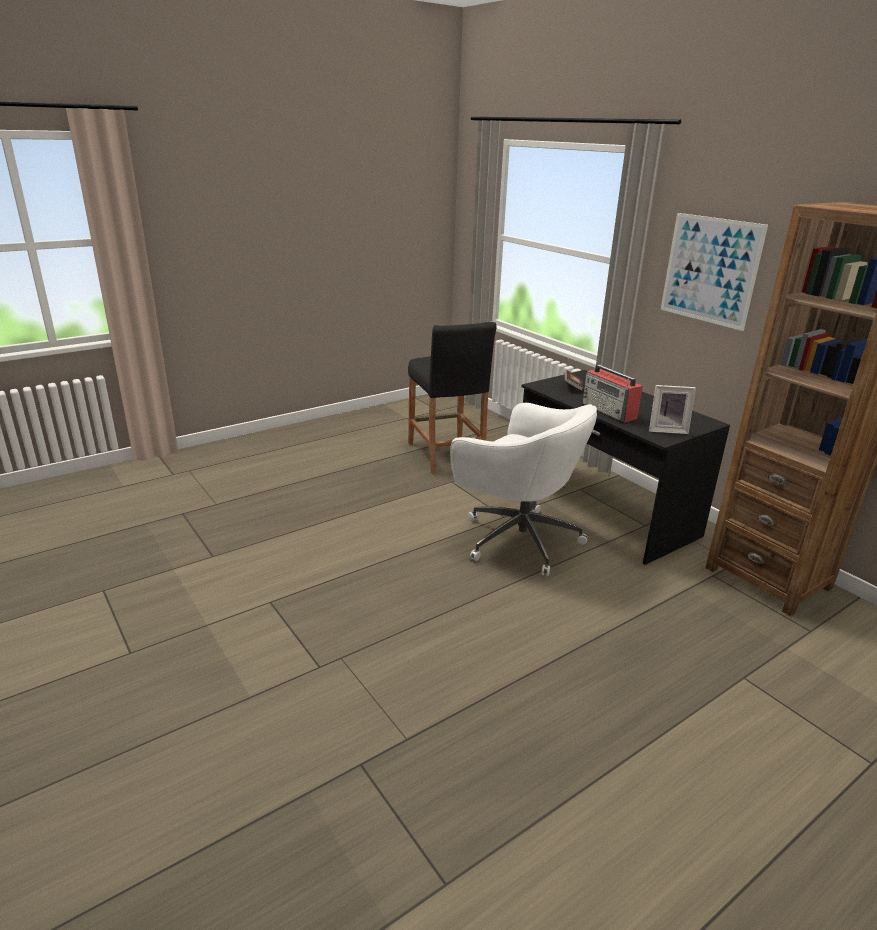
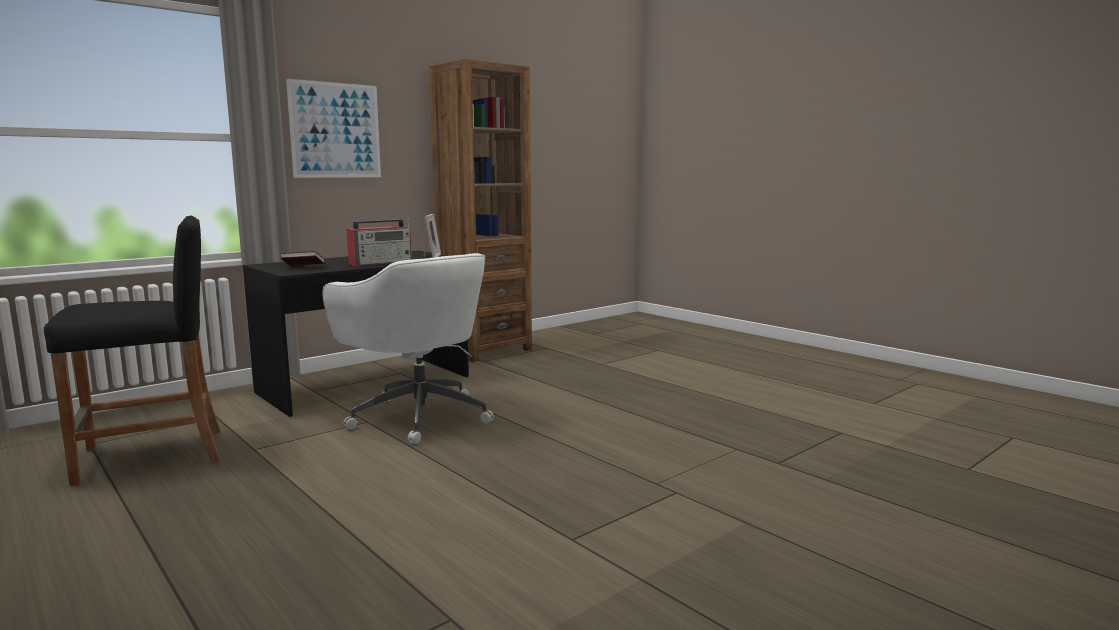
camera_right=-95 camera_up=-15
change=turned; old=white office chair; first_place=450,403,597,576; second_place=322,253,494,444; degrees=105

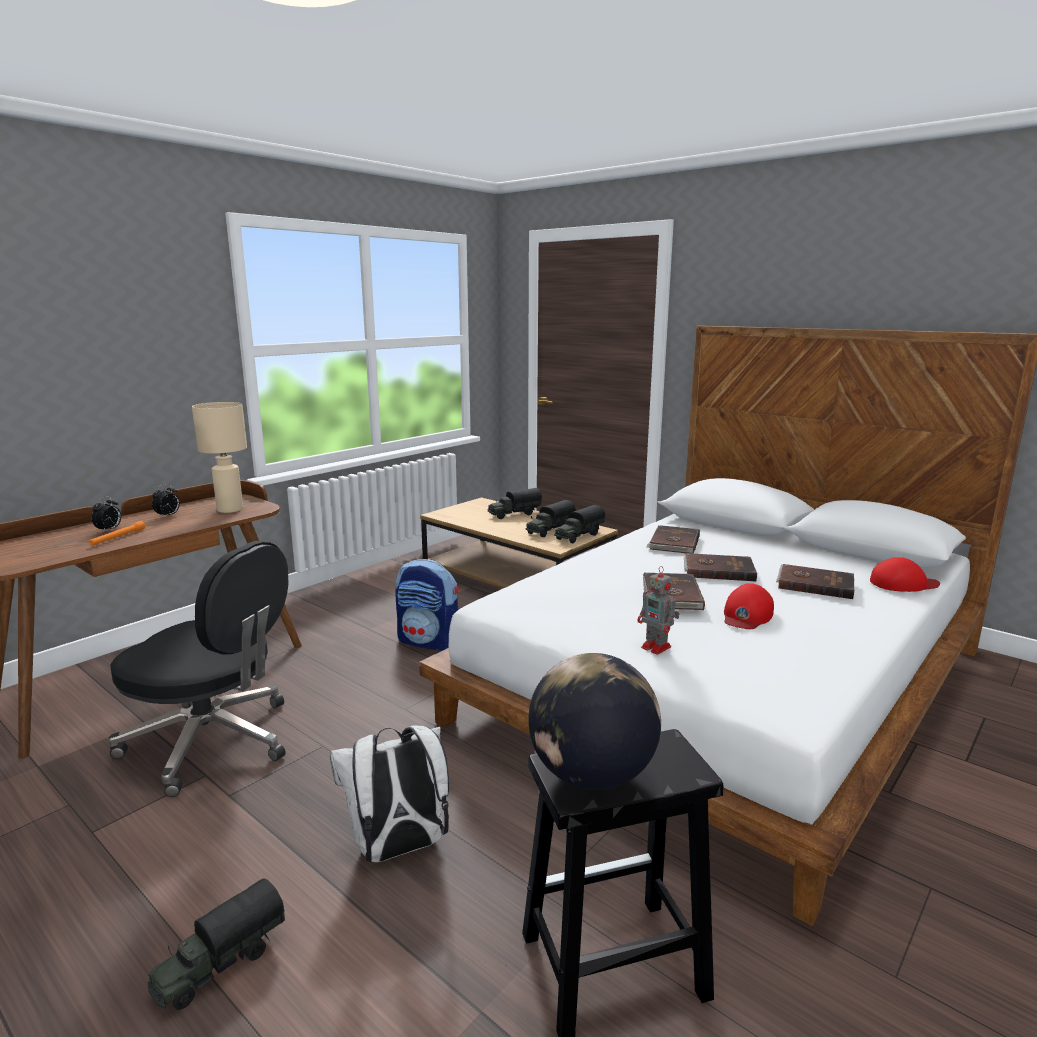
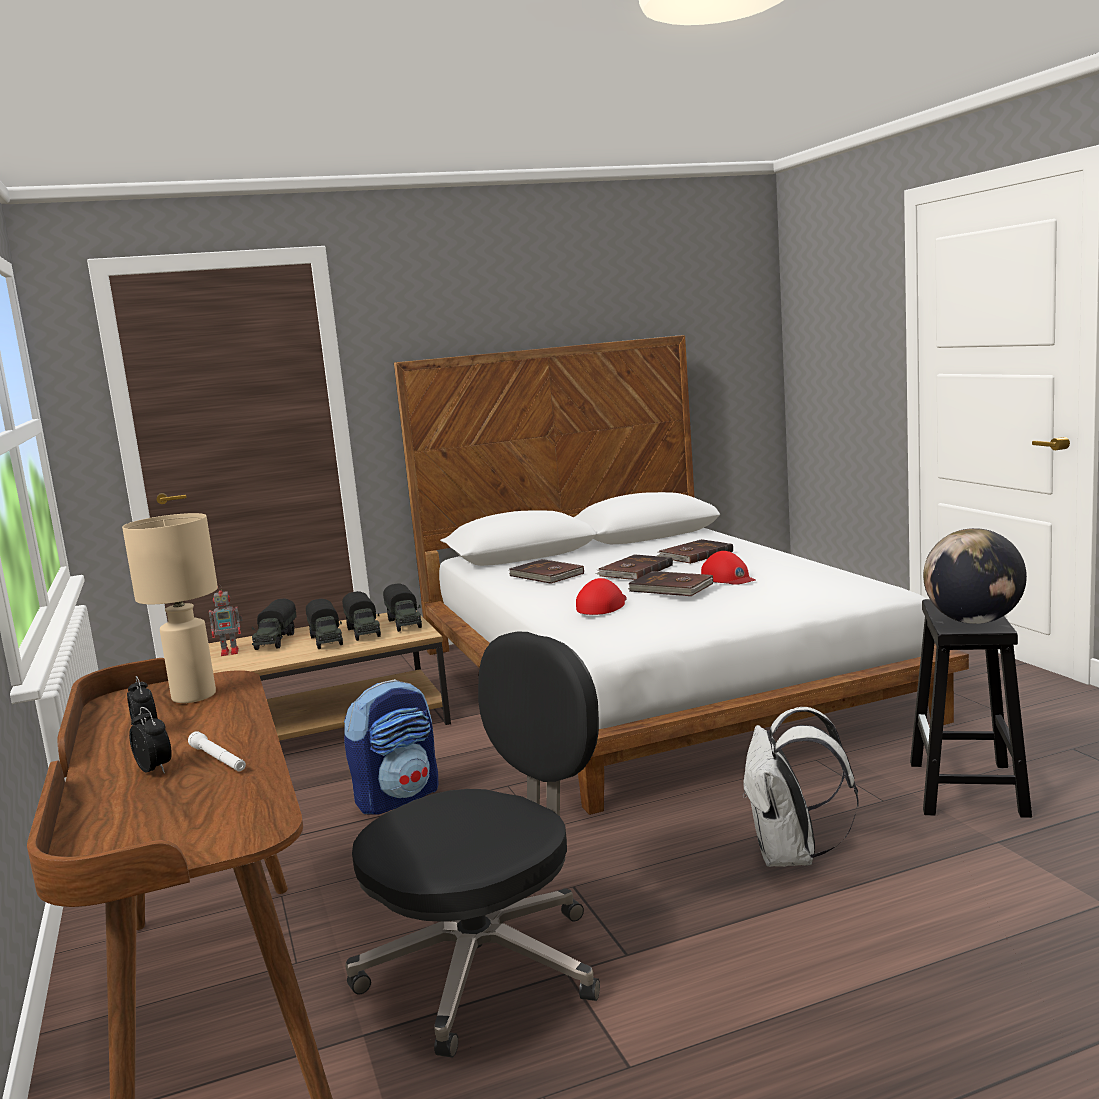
camera_right=-60 camera_up=-5
change=recoloured; old=orange flashlight; new=white flashlight; first_place=89,521,145,546; second_place=188,731,246,771
change=moved; old=toy robot; first_place=638,566,679,655; second_place=209,585,242,656
change=moved; old=toy truck; first_place=147,878,285,1010; second_place=306,599,343,649
change=moved; old=red cap; first_place=870,557,940,592; second_place=576,578,627,615

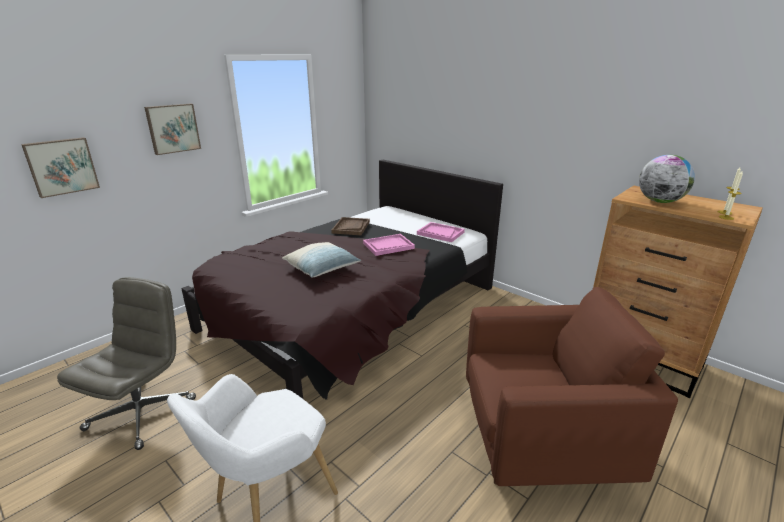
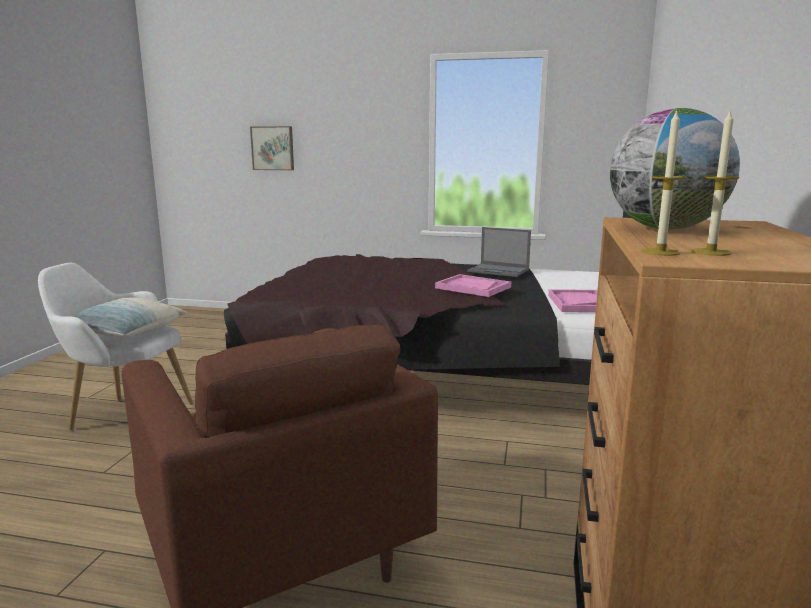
camera_right=60 camera_up=-10
change=moved; old=pillow; first_place=282,242,361,277; second_place=73,297,188,337
change=replaced; old=brown tray; new=laptop; first_place=331,217,370,235; second_place=467,227,531,277
change=removed; old=grey office chair; first_place=57,277,196,450
change=removed; old=picture; first_place=144,104,201,155

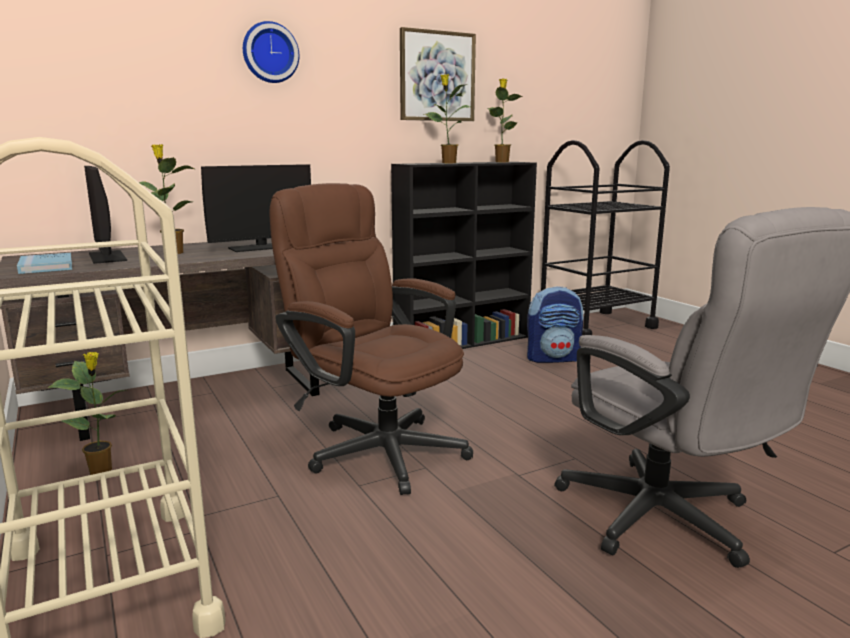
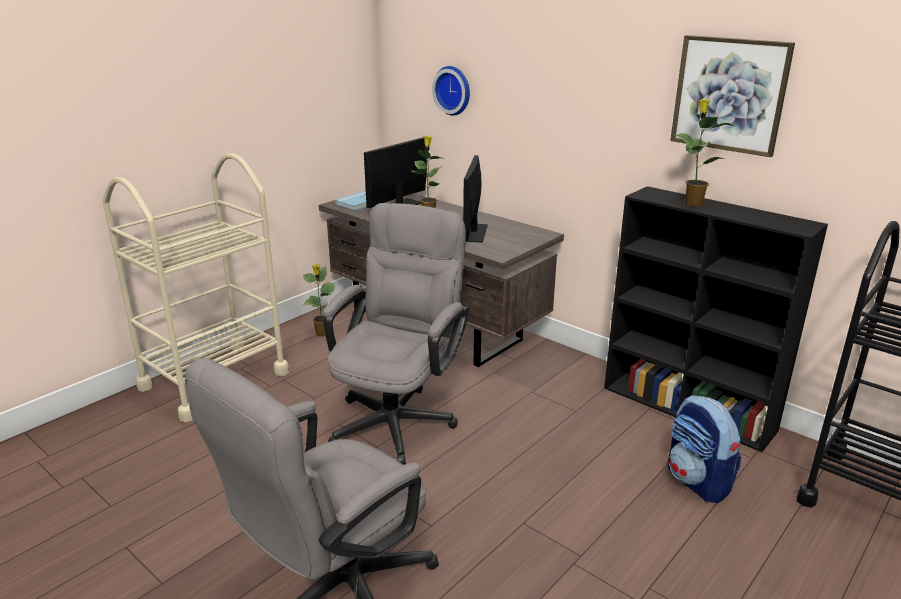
camera_right=70 camera_up=10
change=recoloured; old=brown office chair; new=grey office chair; first_place=269,183,473,495; second_place=323,203,469,464
change=moved; old=wall clock; first_place=243,21,299,83; second_place=432,66,470,116
change=turned; old=monitor; first_place=201,164,311,252; second_place=463,155,488,243; degrees=60
change=removed; old=potted plant; first_place=488,78,523,162

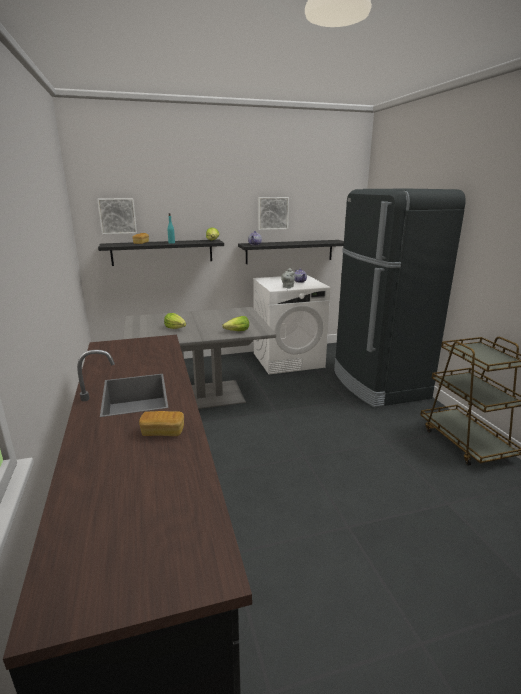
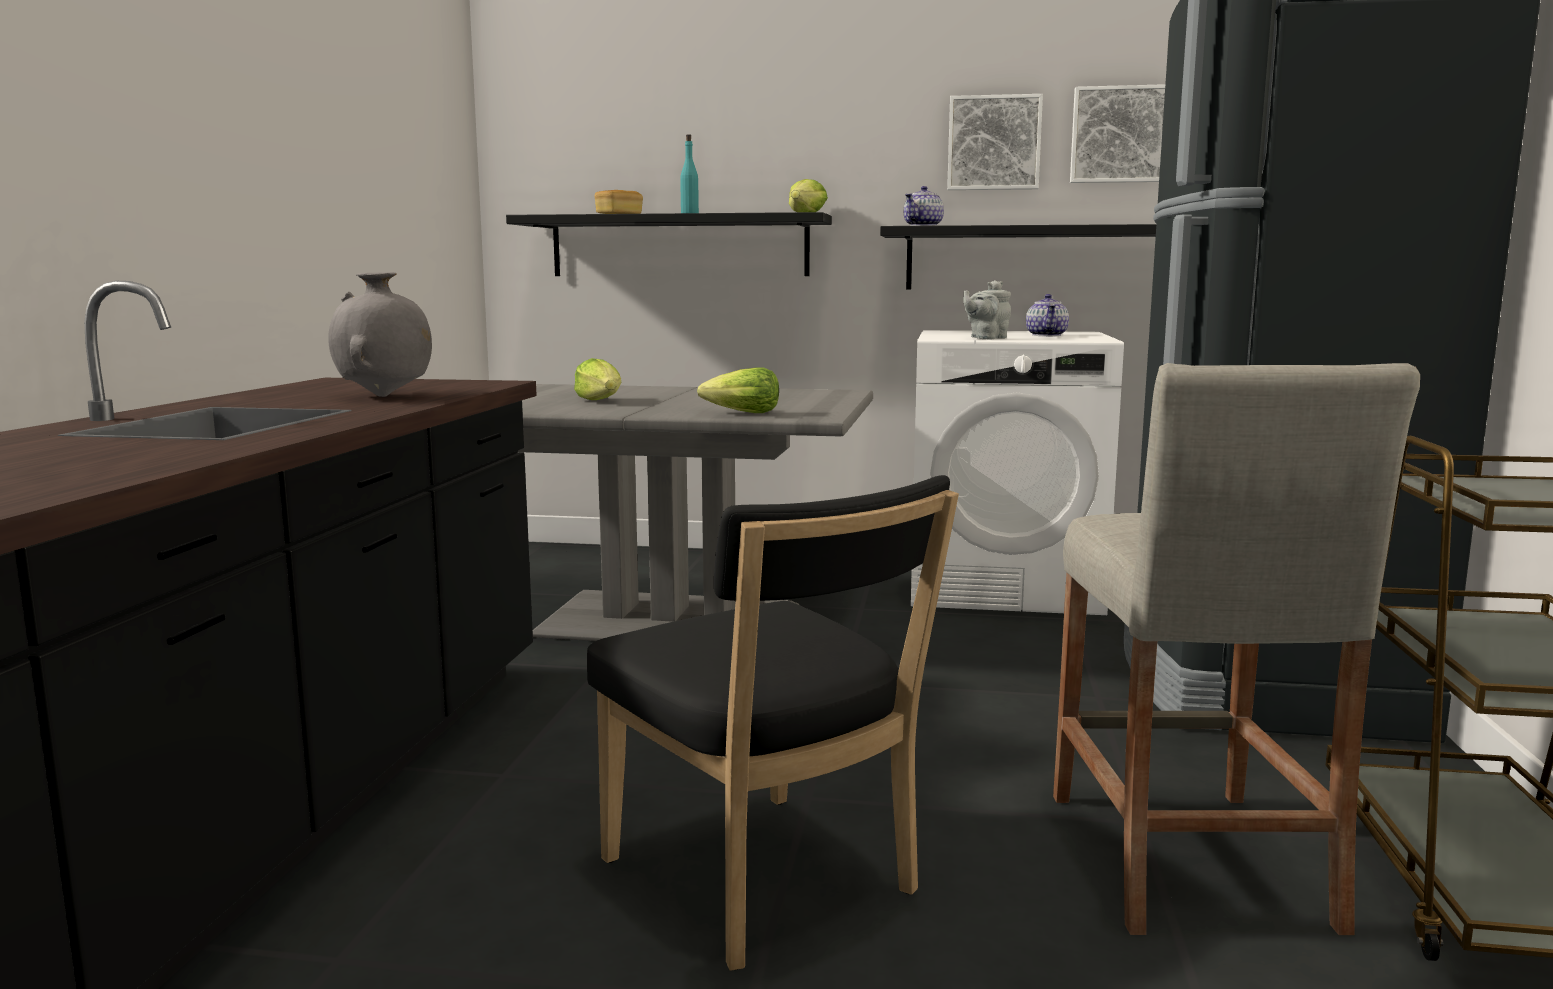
camera_right=25 camera_up=-10
change=added; new=grey vase; second_place=329,272,432,397
change=added; new=black chair; second_place=587,475,959,971
change=added; new=beige stool; second_place=1053,363,1420,935
change=moved; old=picture; first_place=97,198,137,234; second_place=1070,84,1165,183
change=removed; old=bread; first_place=139,411,184,436

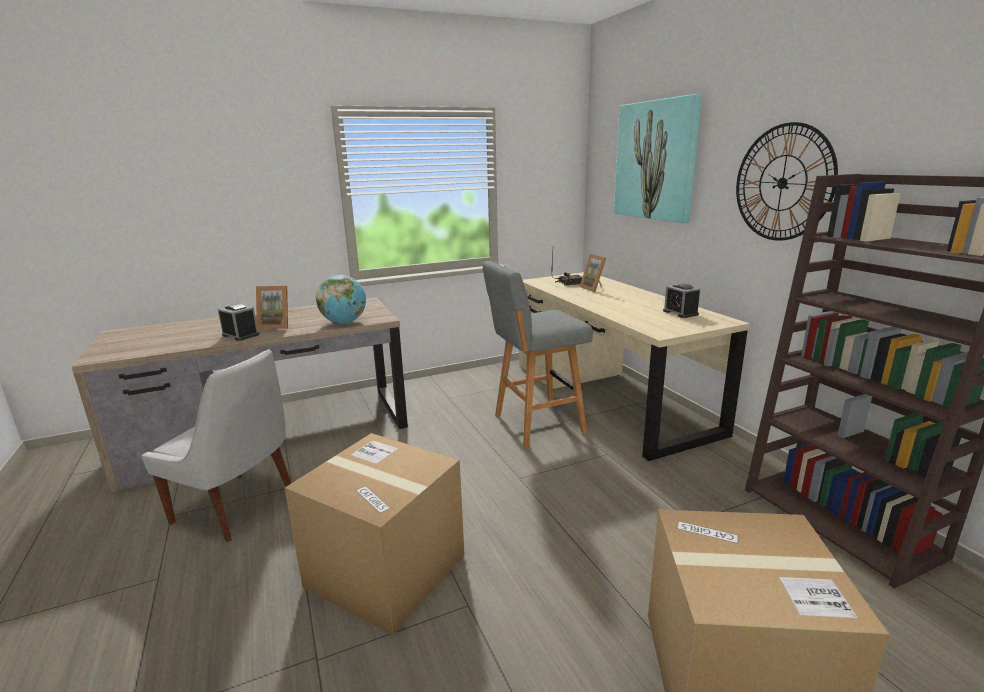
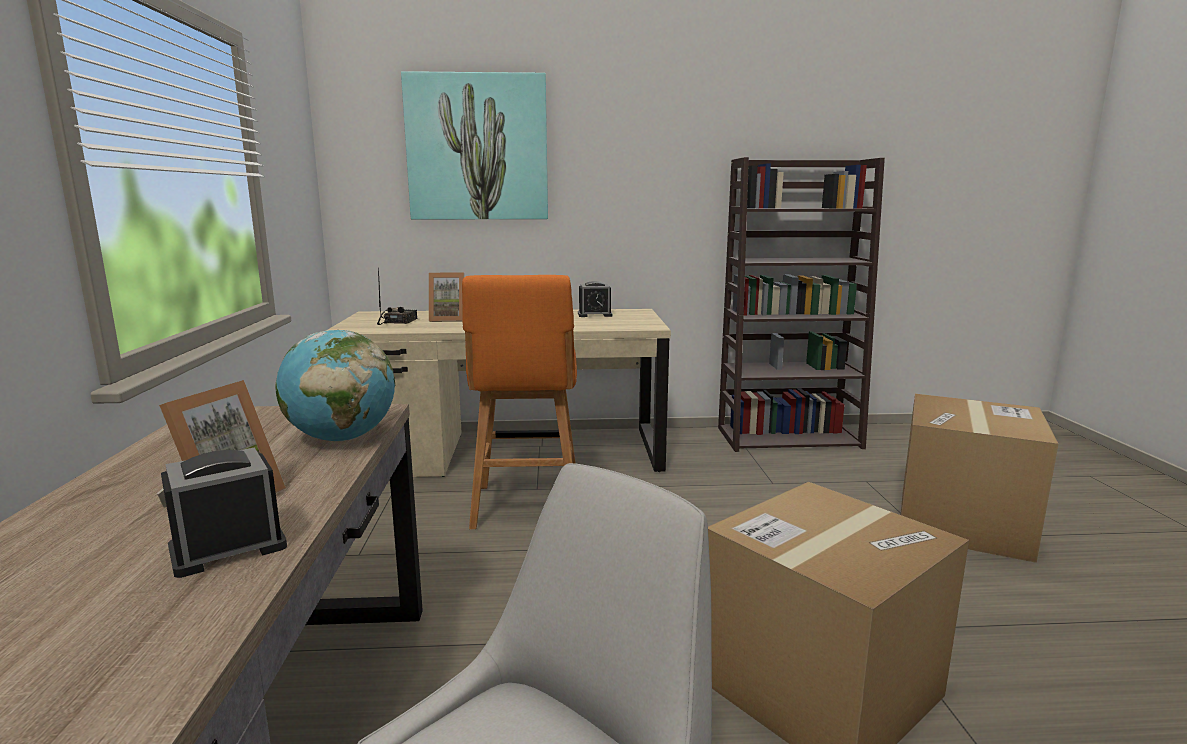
camera_right=-70 camera_up=-5
change=recoloured; old=grey stool; new=orange stool; first_place=483,261,593,448; second_place=462,275,577,529
change=removed; old=wall clock; first_place=736,122,838,241

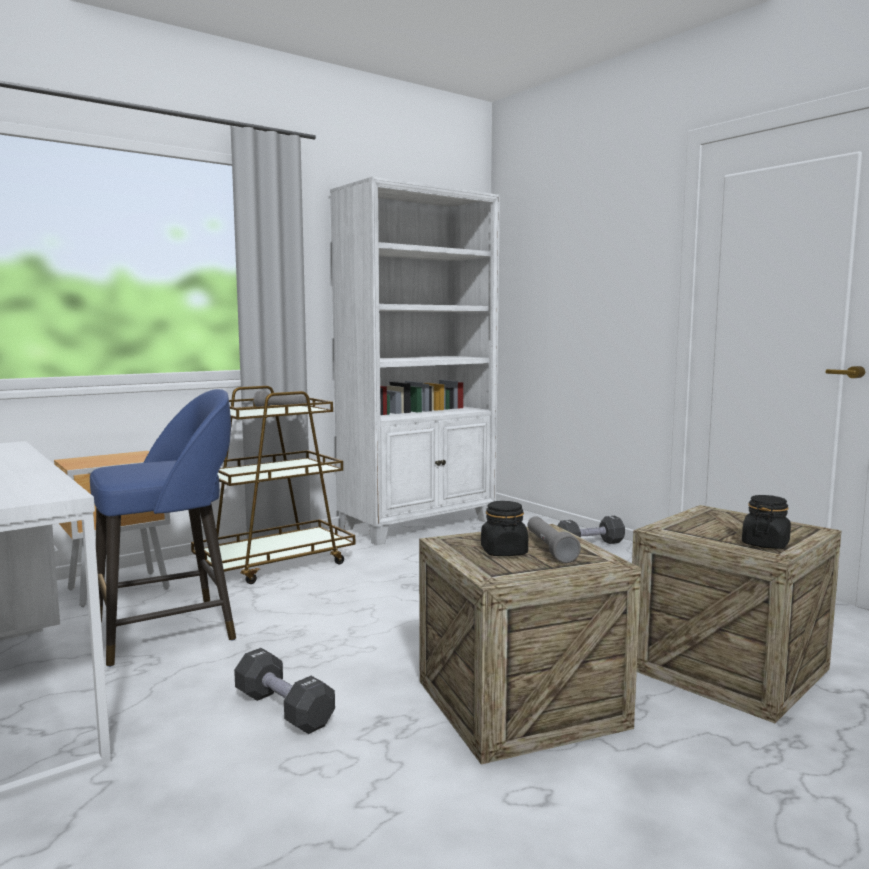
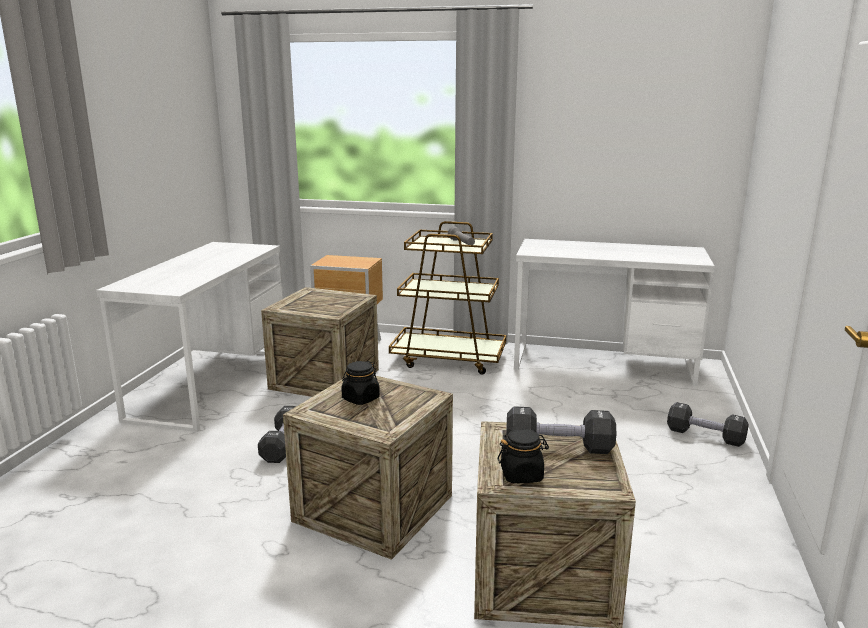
camera_right=50 camera_up=10
change=replaced; old=blue stool; new=crate; first_place=90,389,236,667; second_place=261,287,379,397
change=added; new=black dumbbell; second_place=506,406,616,454
change=replaced; old=white bookcase; new=white desk; first_place=330,177,500,545; second_place=514,239,715,386
change=removed; old=grey flashlight; first_place=528,516,581,563

